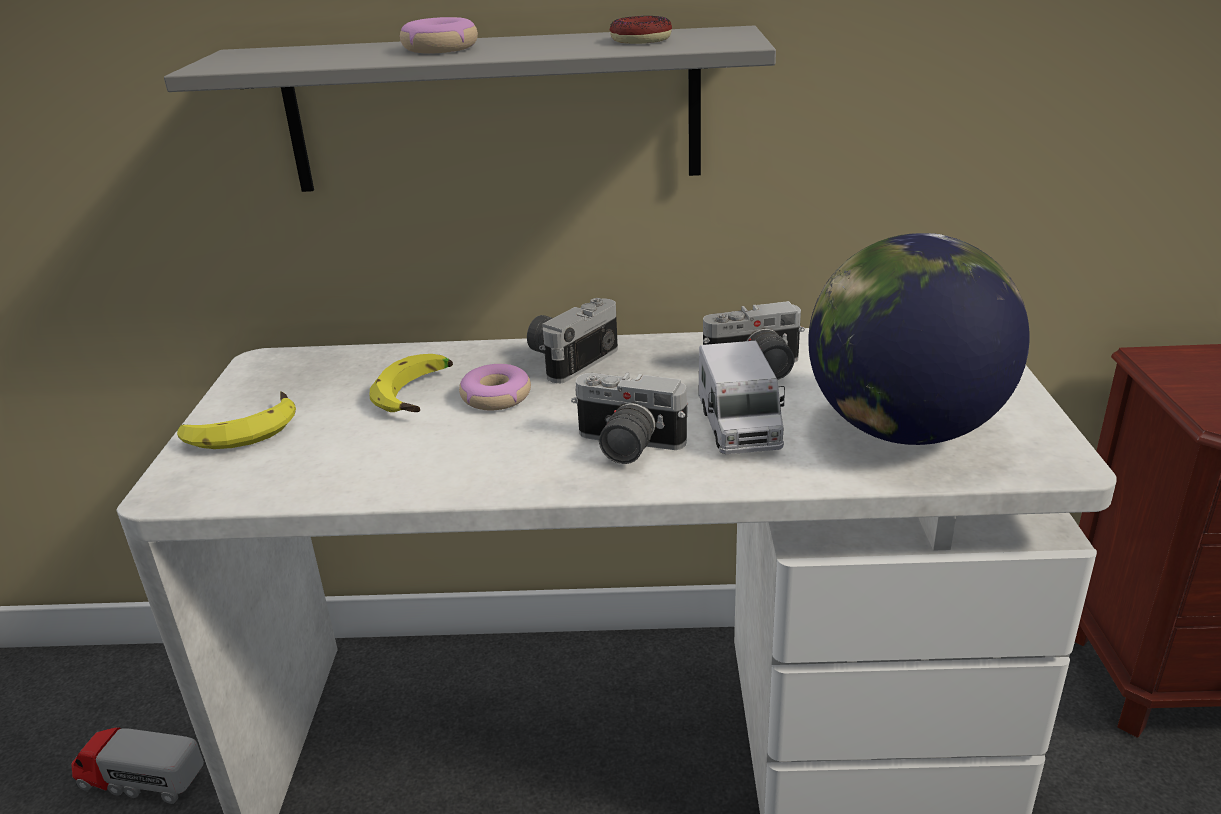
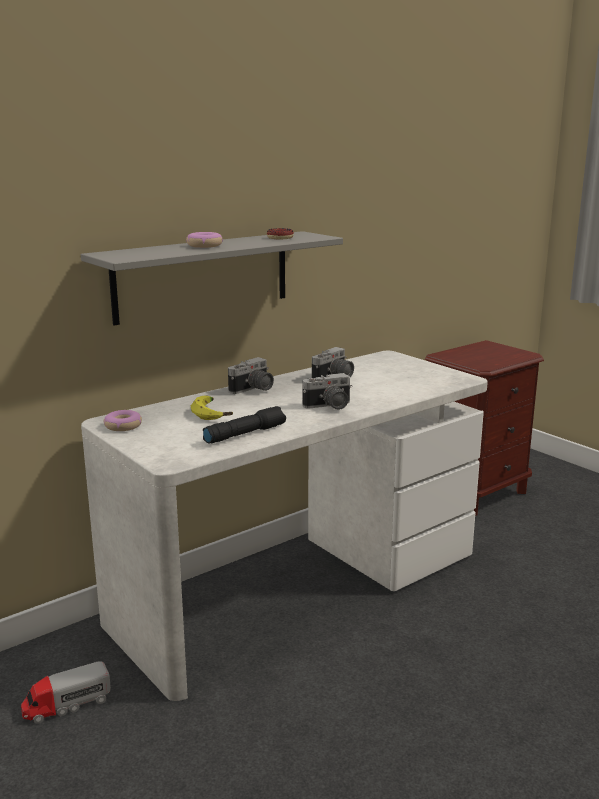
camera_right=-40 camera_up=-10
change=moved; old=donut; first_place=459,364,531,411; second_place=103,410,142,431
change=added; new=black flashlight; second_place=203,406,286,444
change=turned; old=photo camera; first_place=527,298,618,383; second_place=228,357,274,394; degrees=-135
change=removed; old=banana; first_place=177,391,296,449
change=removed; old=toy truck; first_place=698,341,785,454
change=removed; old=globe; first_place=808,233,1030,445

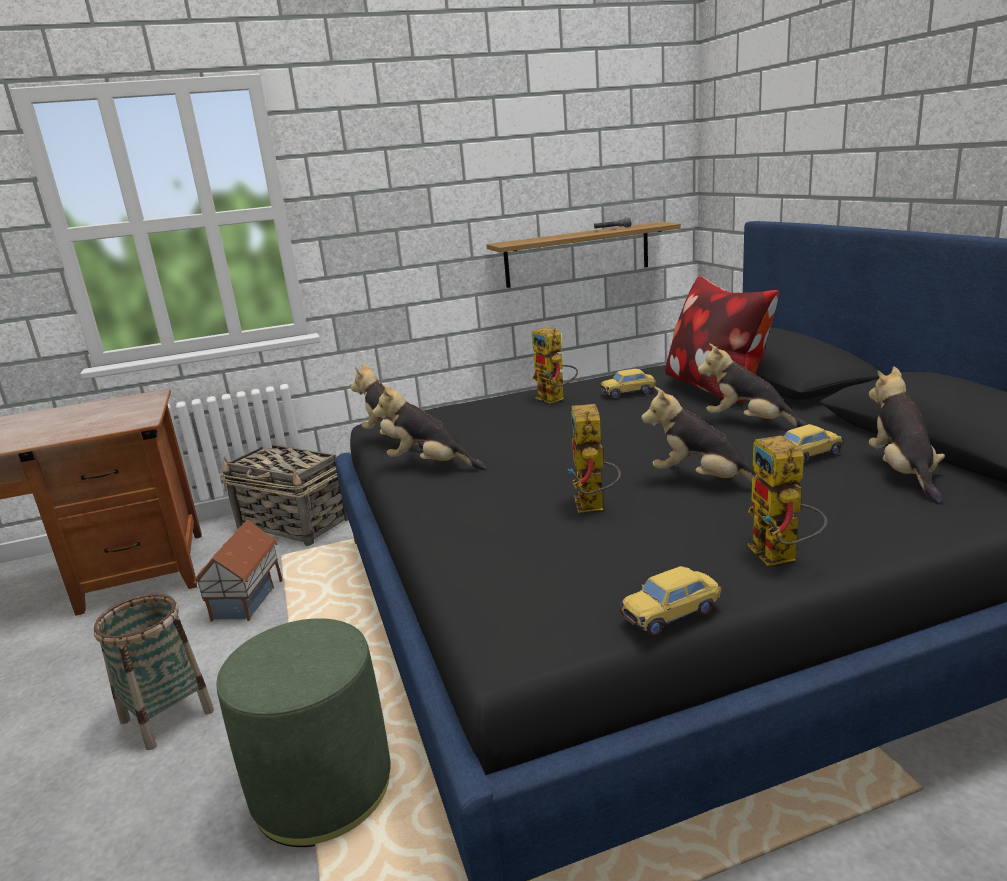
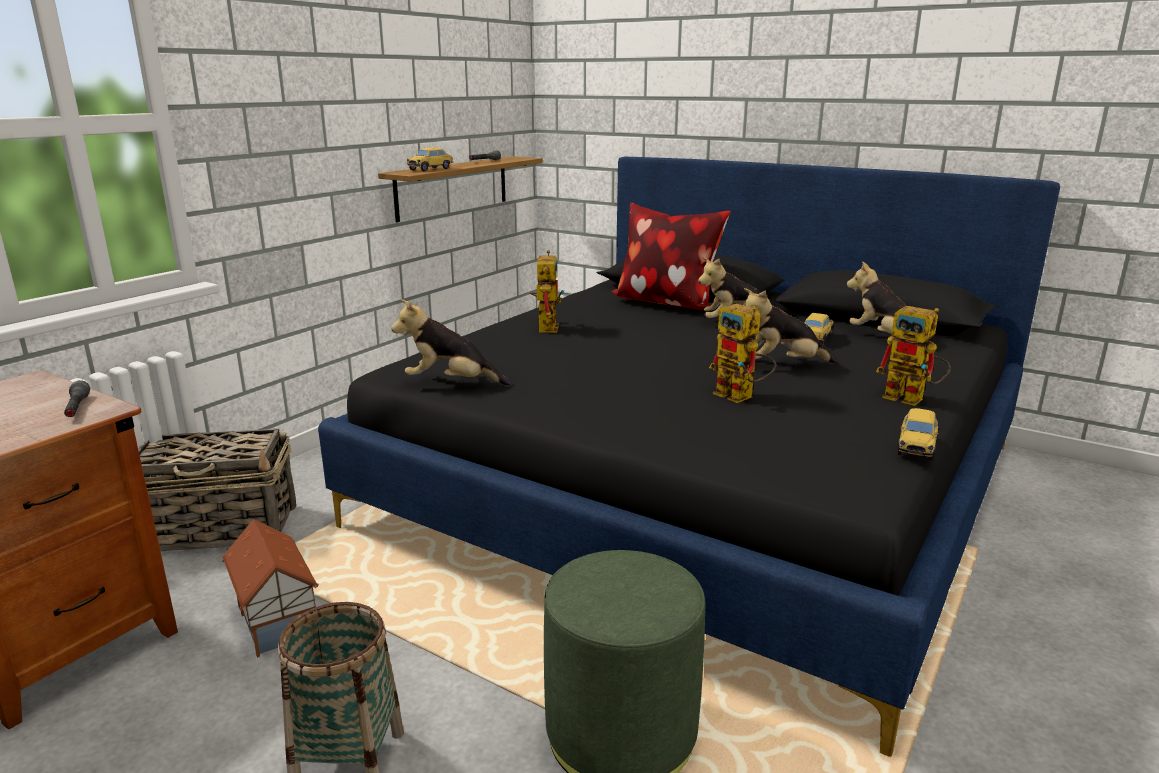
camera_right=-40 camera_up=0
change=added; new=grey flashlight; second_place=64,380,90,417
change=moved; old=toy car; first_place=600,369,656,399; second_place=407,148,453,172
change=turned; old=toy robot; first_place=532,327,578,404; second_place=530,250,565,333; degrees=-105
change=removed; old=plush toy; first_place=372,384,486,470

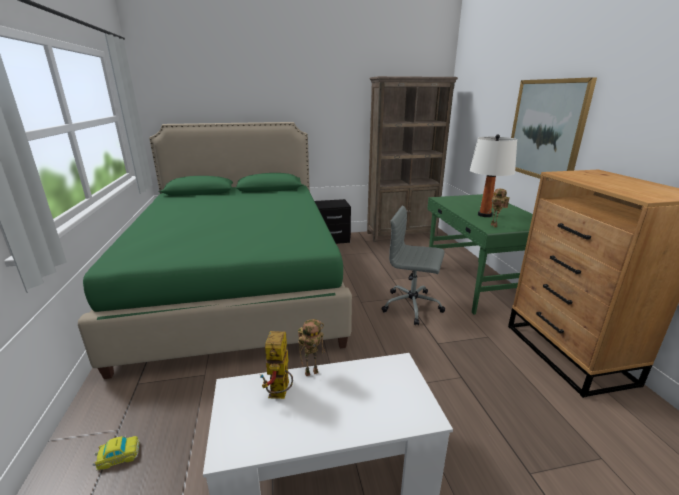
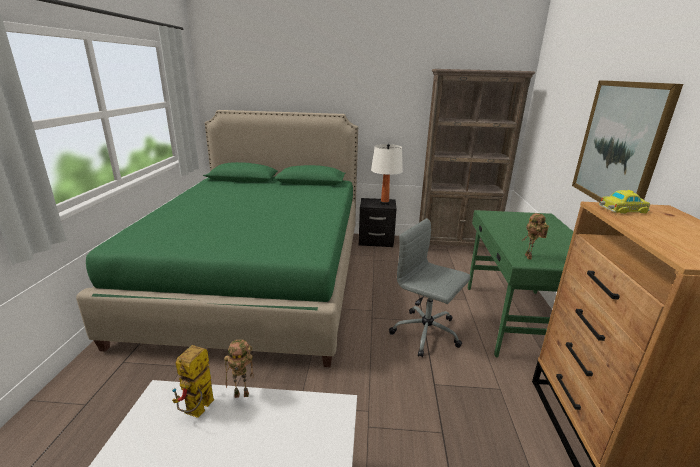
camera_right=15 camera_up=0
change=moved; old=white table lamp; first_place=470,134,517,217; second_place=371,144,403,205
change=moved; old=toy car; first_place=92,436,140,471; second_place=599,190,650,214

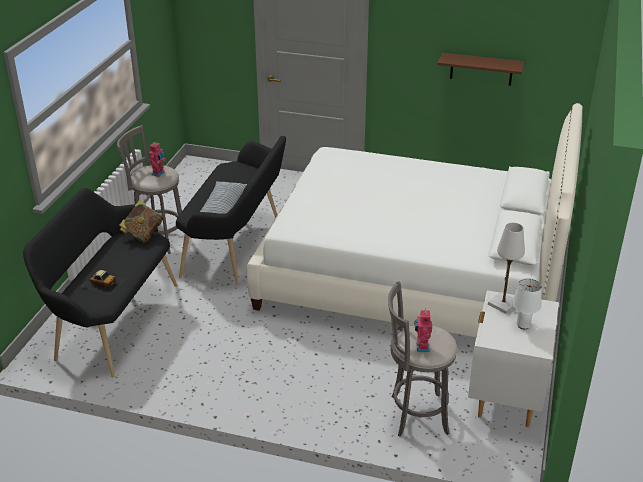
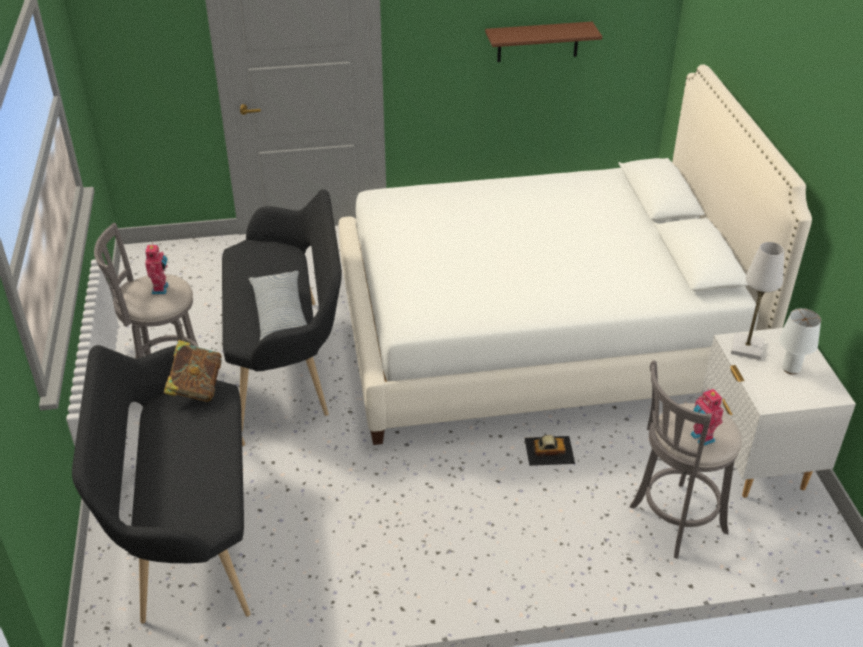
camera_right=-25 camera_up=5
change=moved; old=toy car; first_place=81,270,126,295; second_place=525,435,575,466

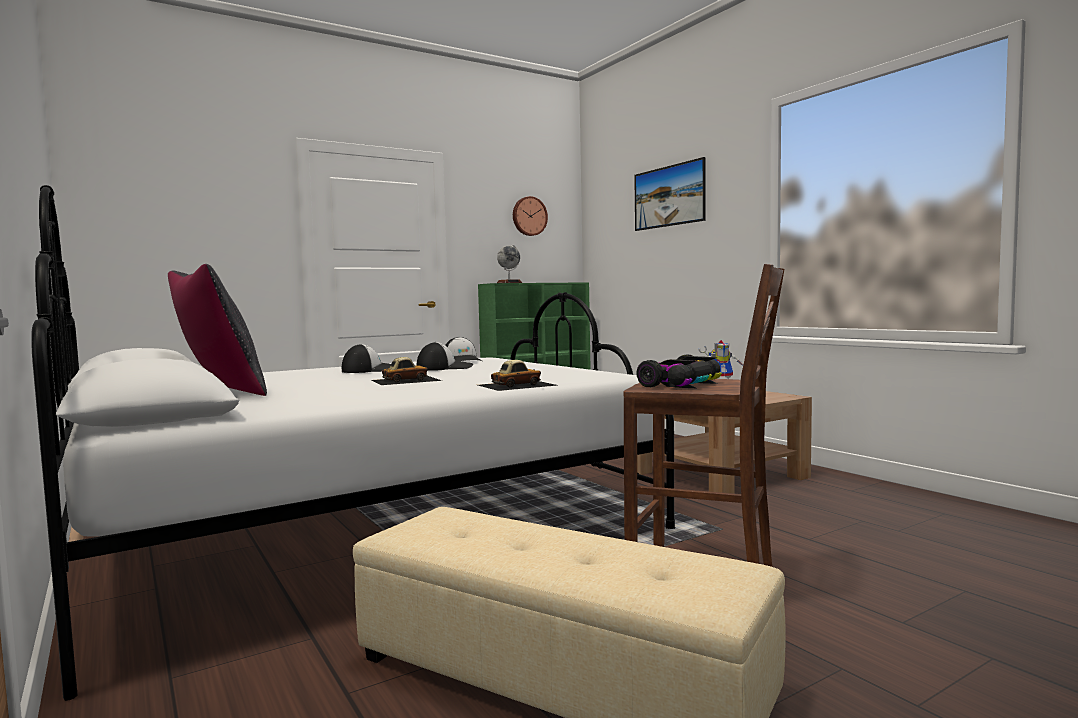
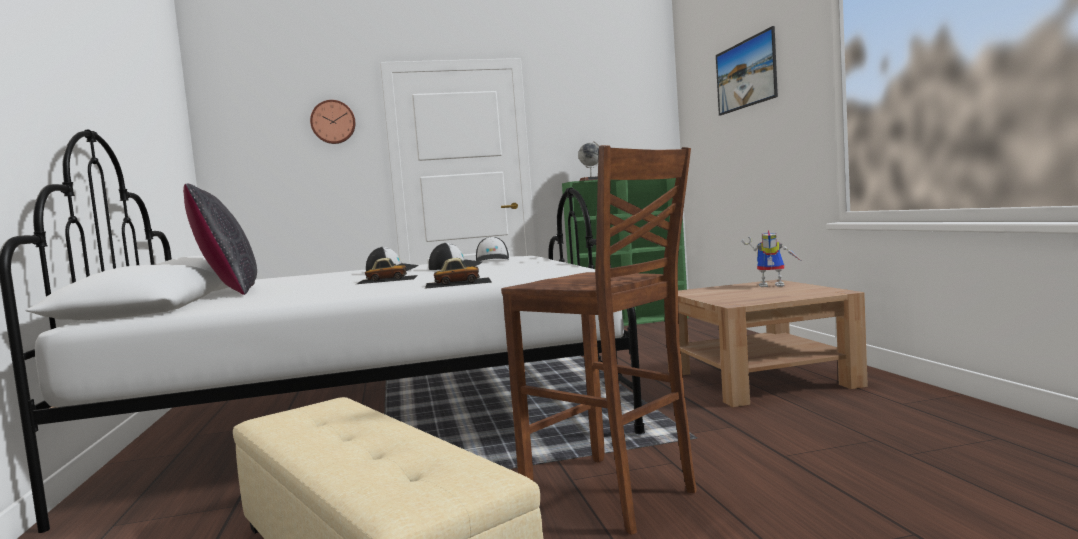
camera_right=20 camera_up=0
change=moved; old=wall clock; first_place=513,196,548,236; second_place=310,100,356,144
change=removed; old=toy car; first_place=636,355,722,388

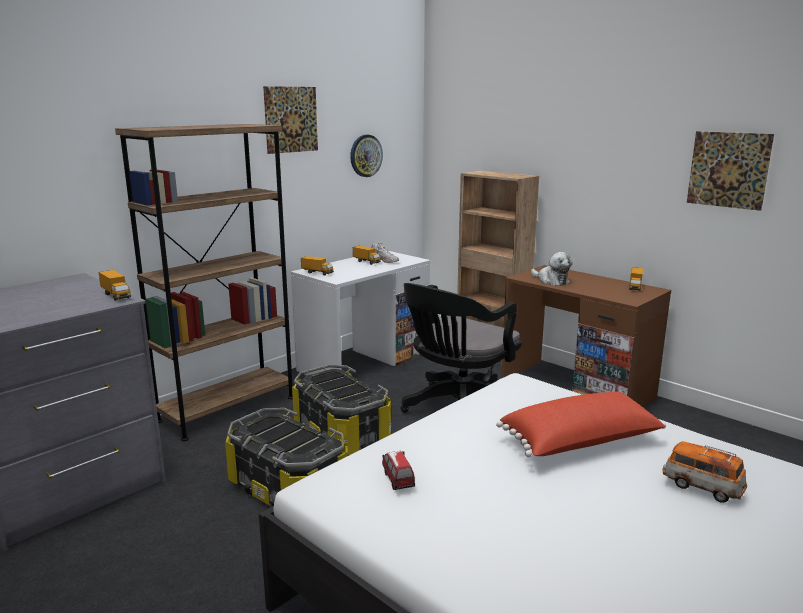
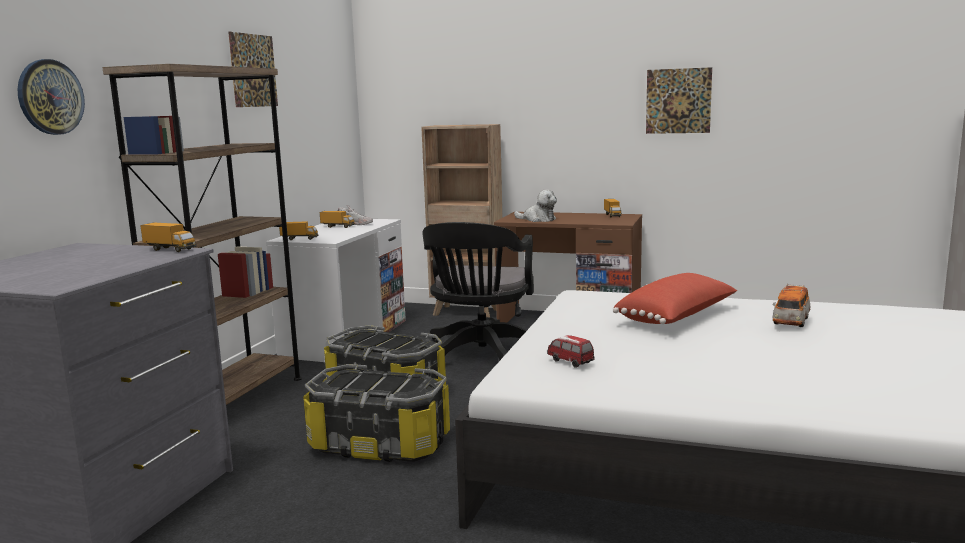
camera_right=-25 camera_up=-5
change=moved; old=wall clock; first_place=350,135,383,177; second_place=17,59,85,135
change=turned; old=toy car; first_place=663,441,747,503; second_place=773,284,811,327; degrees=-75

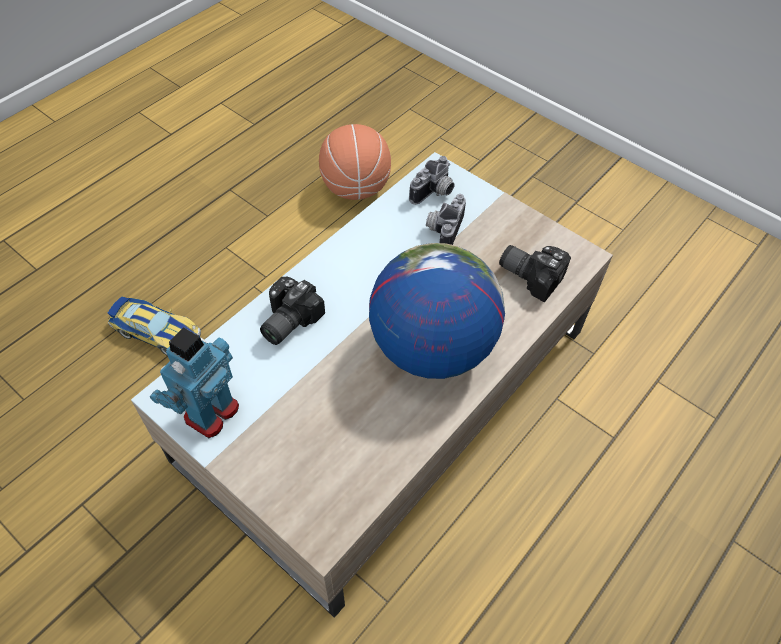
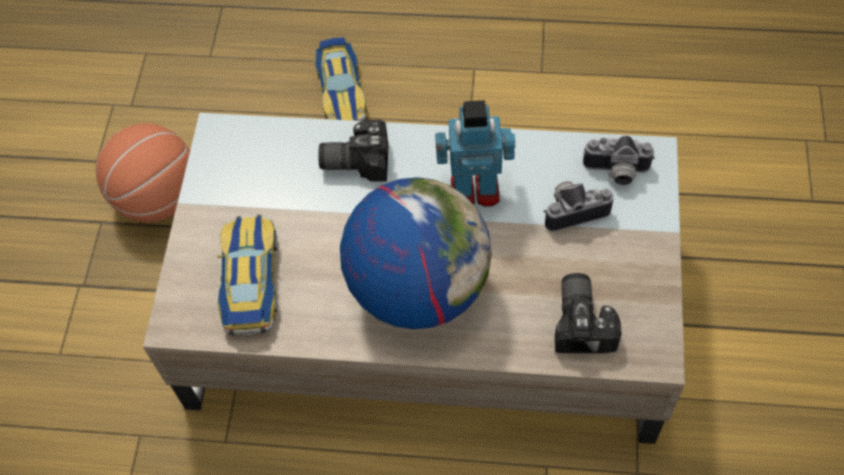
camera_right=60 camera_up=5
change=moved; old=basketball; first_place=319,124,391,200; second_place=96,123,190,223
change=added; new=toy car; second_place=217,215,277,335
change=moved; old=toy robot; first_place=150,327,239,438; second_place=435,100,515,207

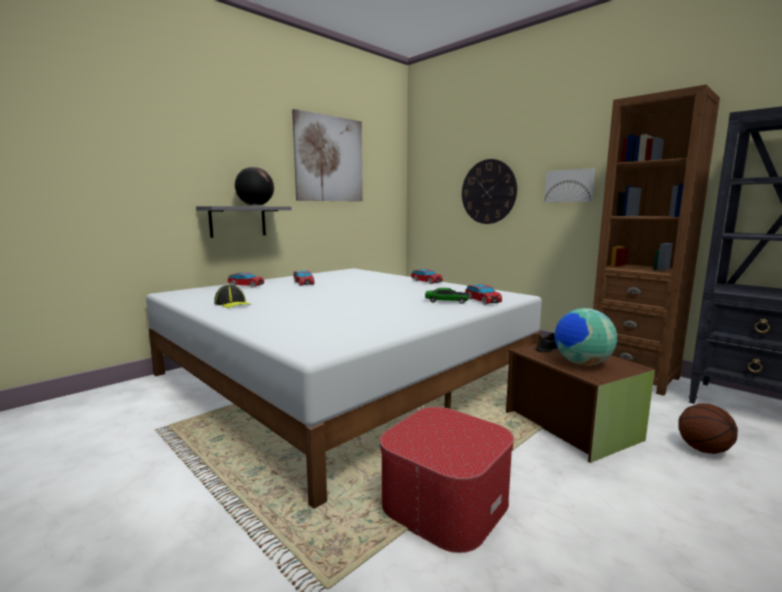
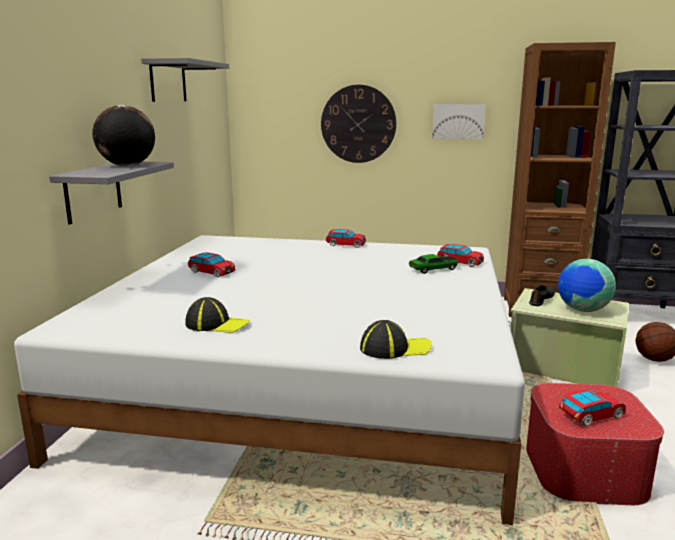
camera_right=-35 camera_up=5
change=replaced; old=picture; new=grey shelf; first_place=292,109,363,202; second_place=141,58,229,102
change=added; new=cap; second_place=360,320,432,359
change=recoloured; old=brown storage box; new=green storage box; first_place=506,344,655,463; second_place=511,288,629,387
change=moved; old=toy car; first_place=227,272,264,288; second_place=559,389,626,426

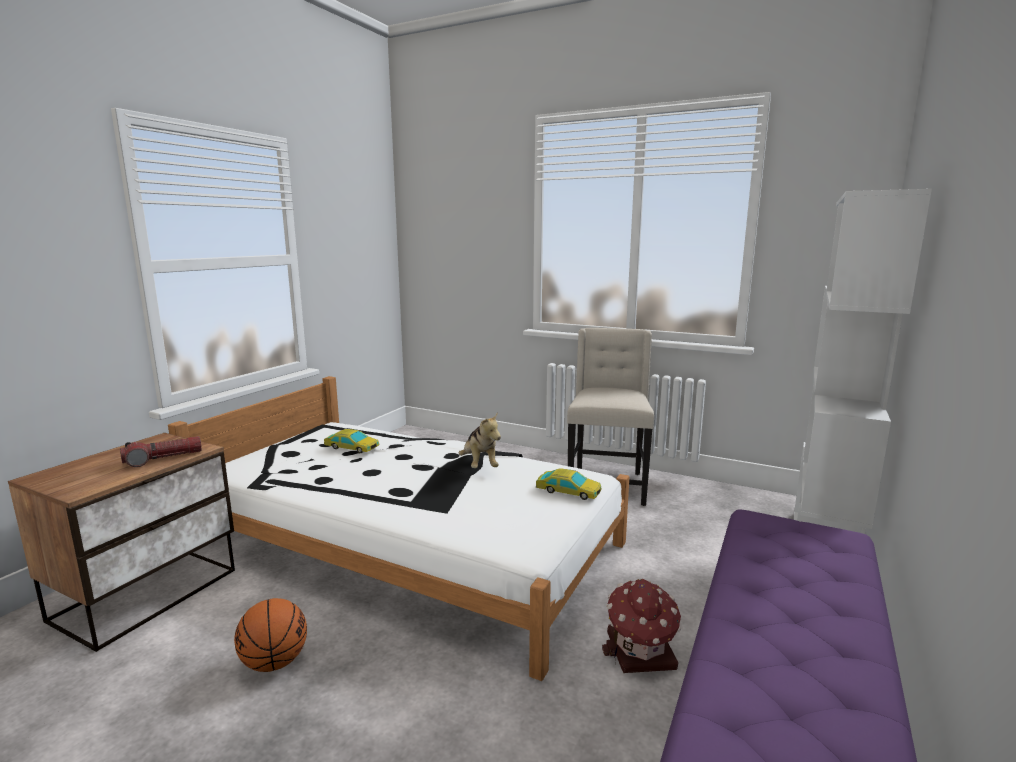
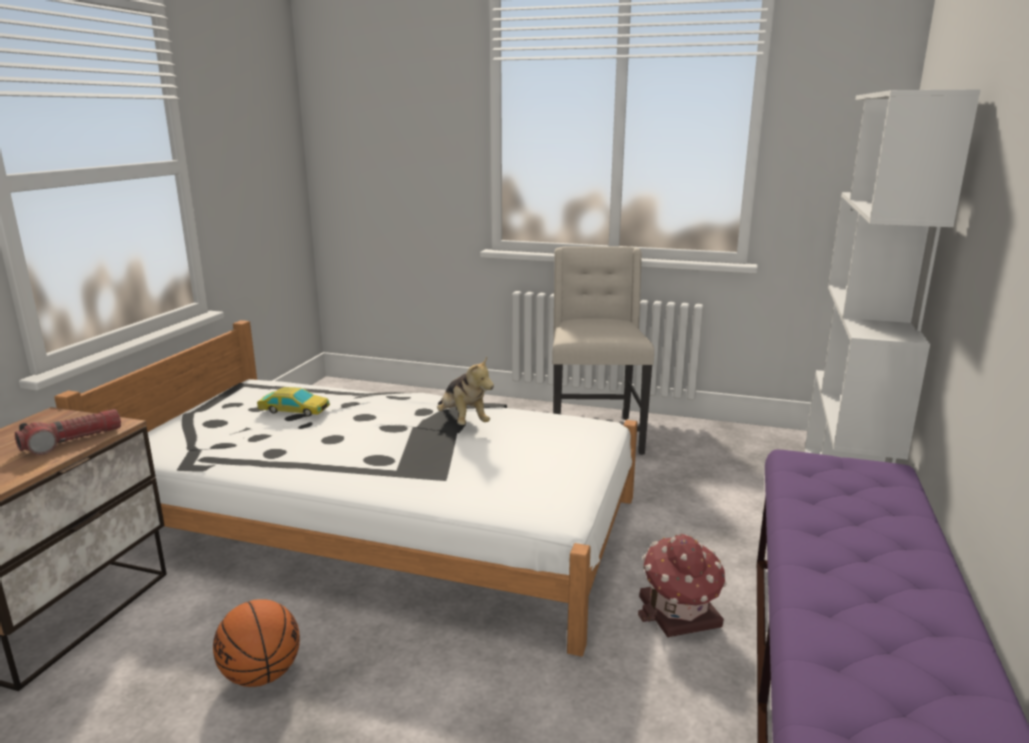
camera_right=-10 camera_up=5
change=removed; old=toy car; first_place=536,468,602,500

